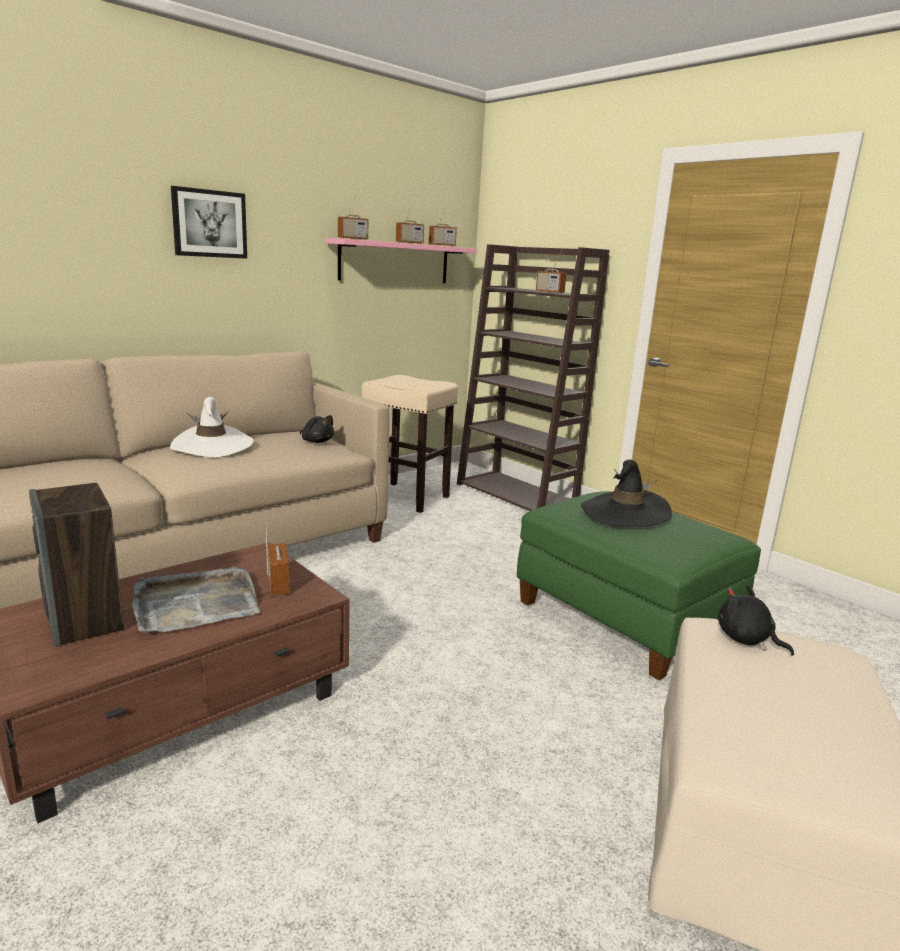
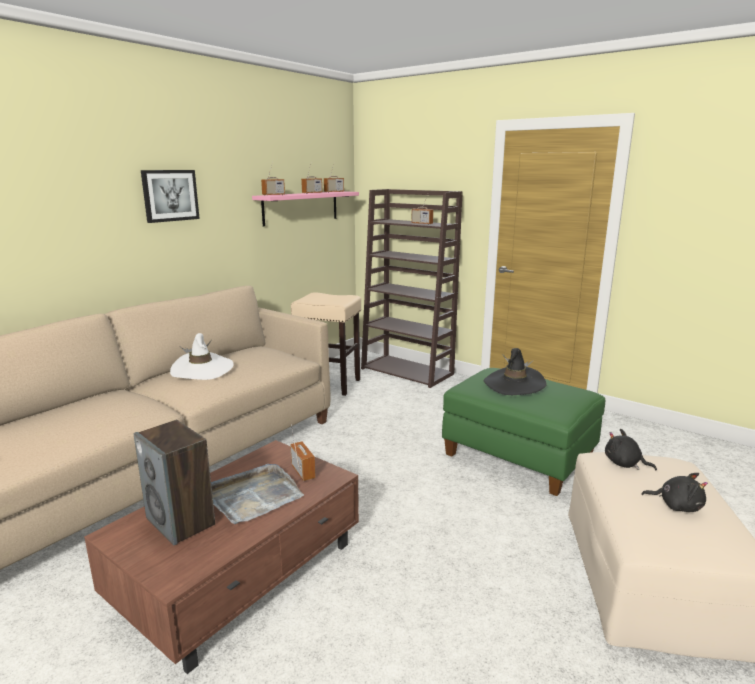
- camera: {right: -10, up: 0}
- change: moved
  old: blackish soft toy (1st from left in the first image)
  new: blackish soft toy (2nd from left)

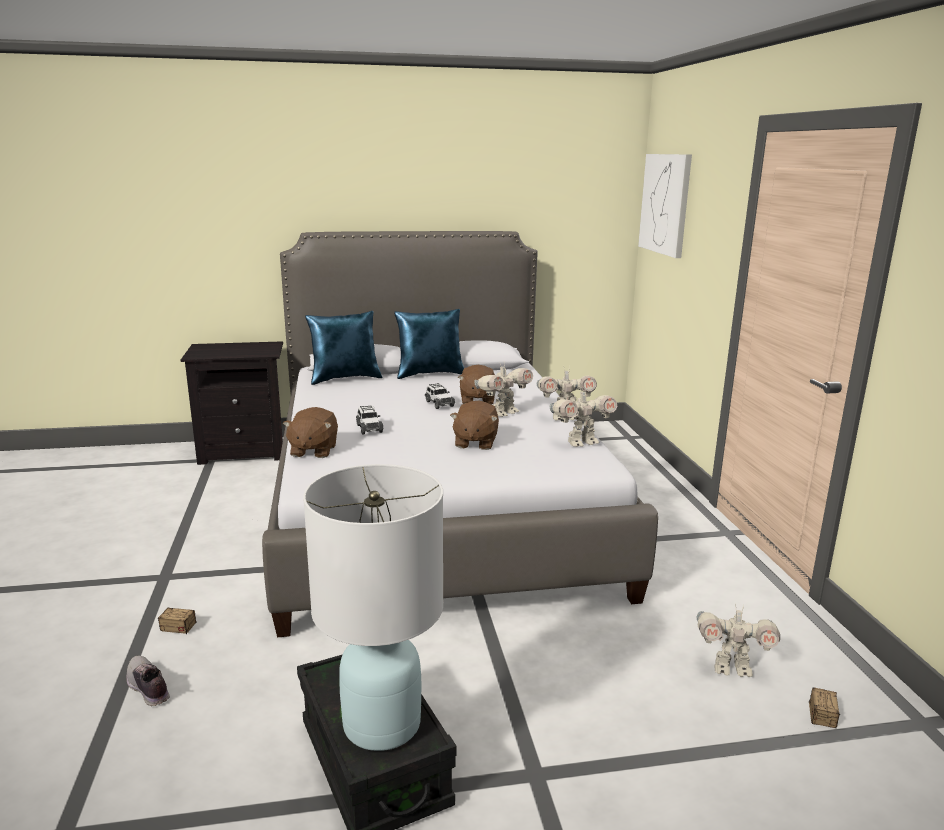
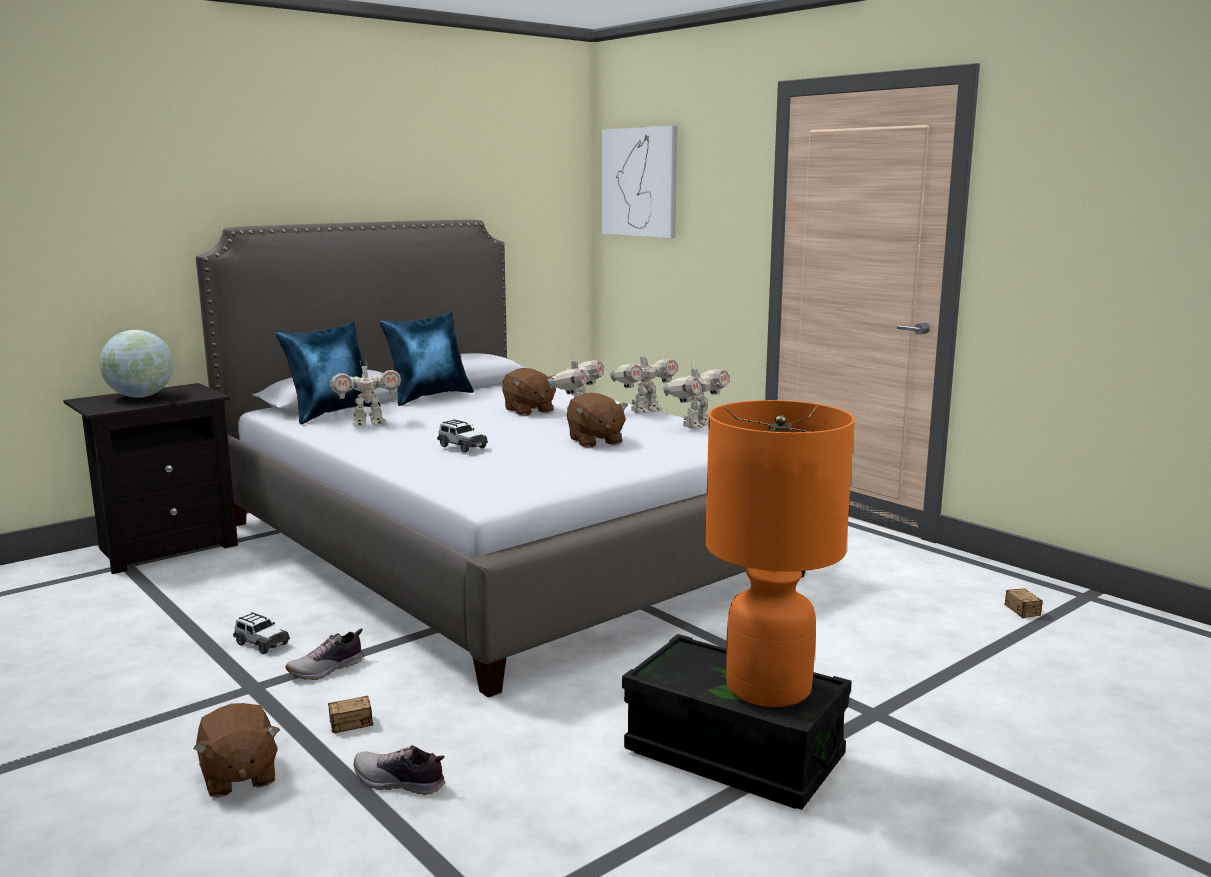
- camera: {right: -30, up: -5}
- change: added
  new: world globe
- change: added
  new: shoe (1st from left)
- change: moved
  old: brownish soft toy (1st from left)
- change: moved
  old: miniature car (2nd from left in the first image)
  new: miniature car (1st from left)
- change: moved
  old: model robot (4th from left in the first image)
  new: model robot (1st from left)
- change: recoloured
  old: whitish lamp for a table
  new: orangey lamp for a table

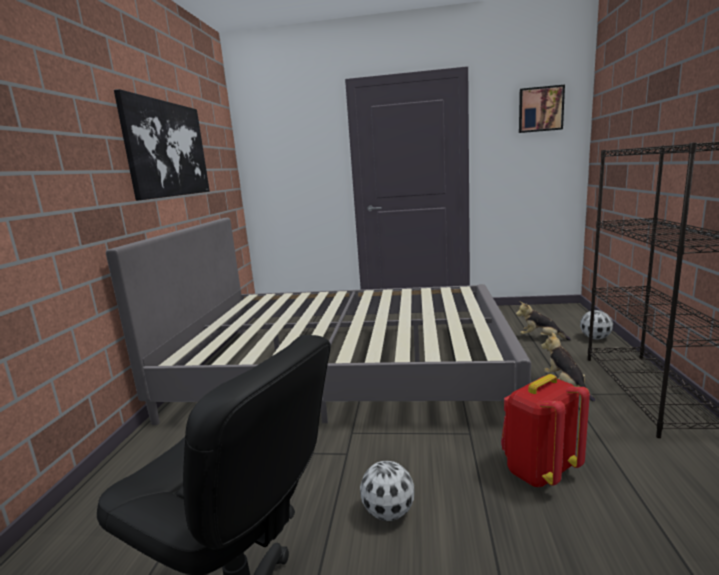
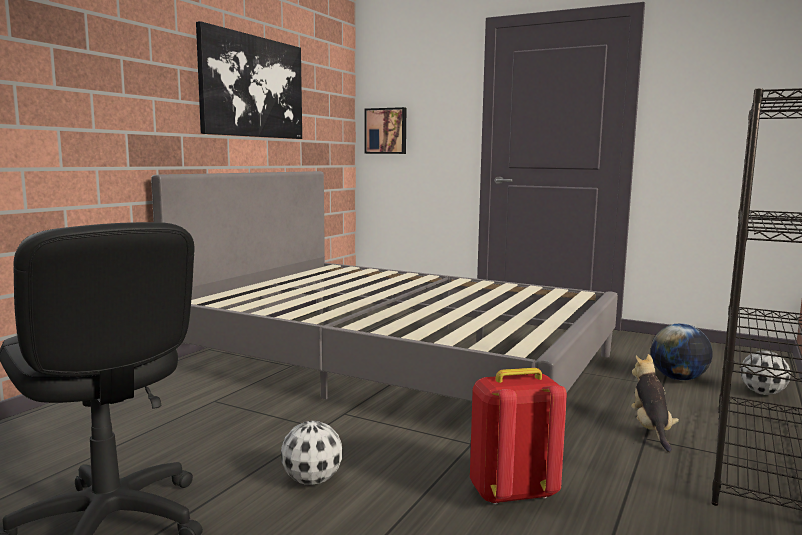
- camera: {right: 20, up: -5}
- change: moved
  old: wall art (2nd from left)
- change: replaced
  old: soft toy (1st from left)
  new: world globe

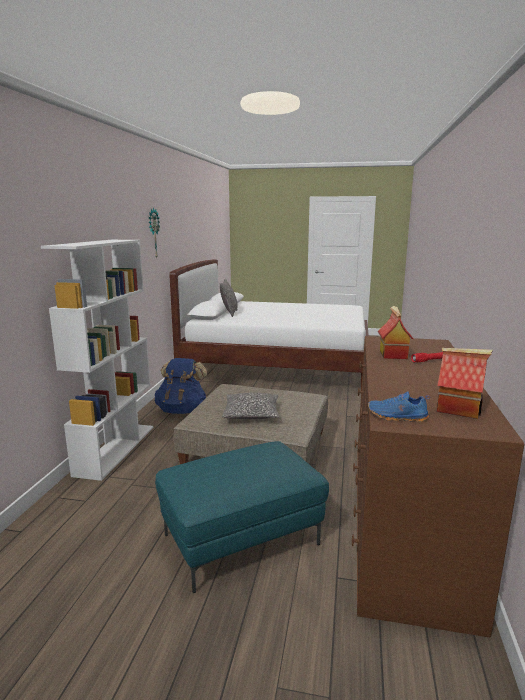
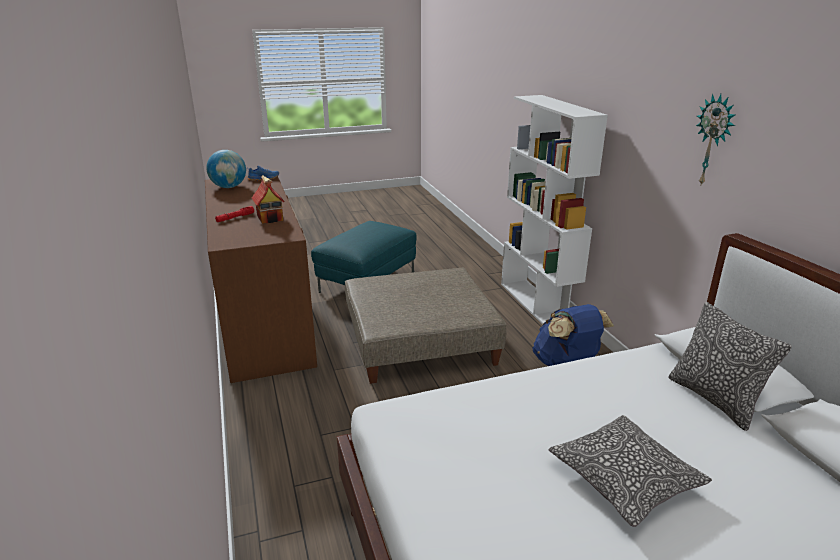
- camera: {right: 150, up: 10}
- change: moved
  old: throw pillow (2nd from left in the first image)
  new: throw pillow (1st from left)
- change: replaced
  old: toy house (2nd from left)
  new: world globe

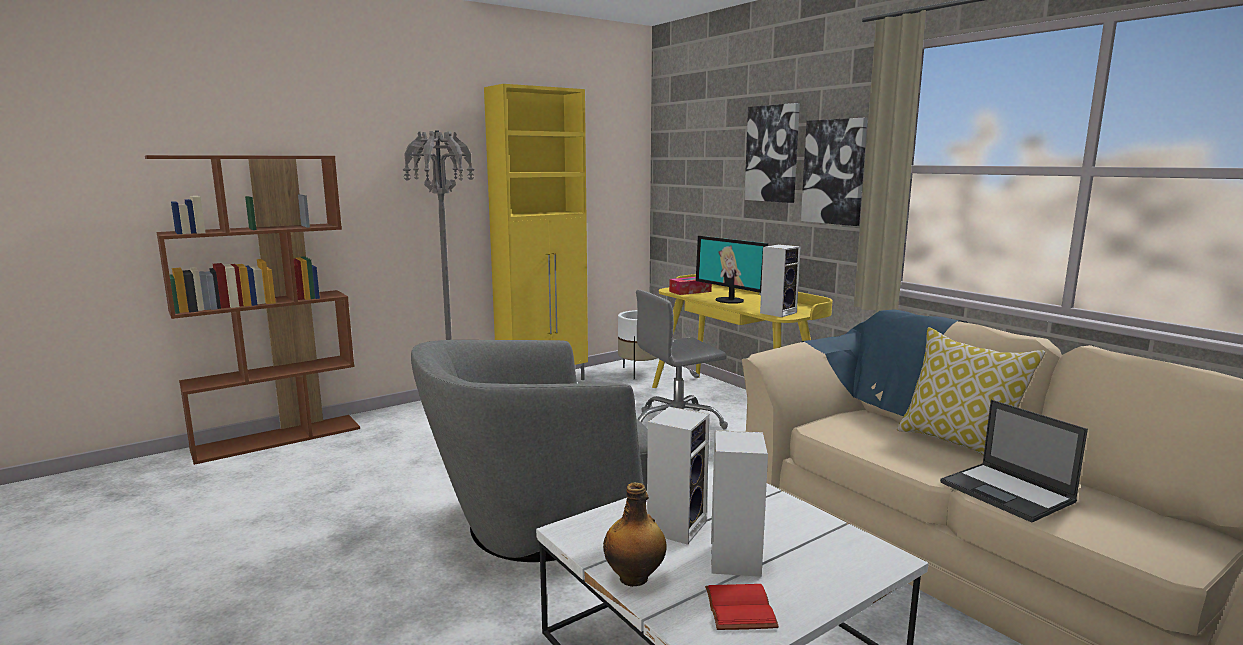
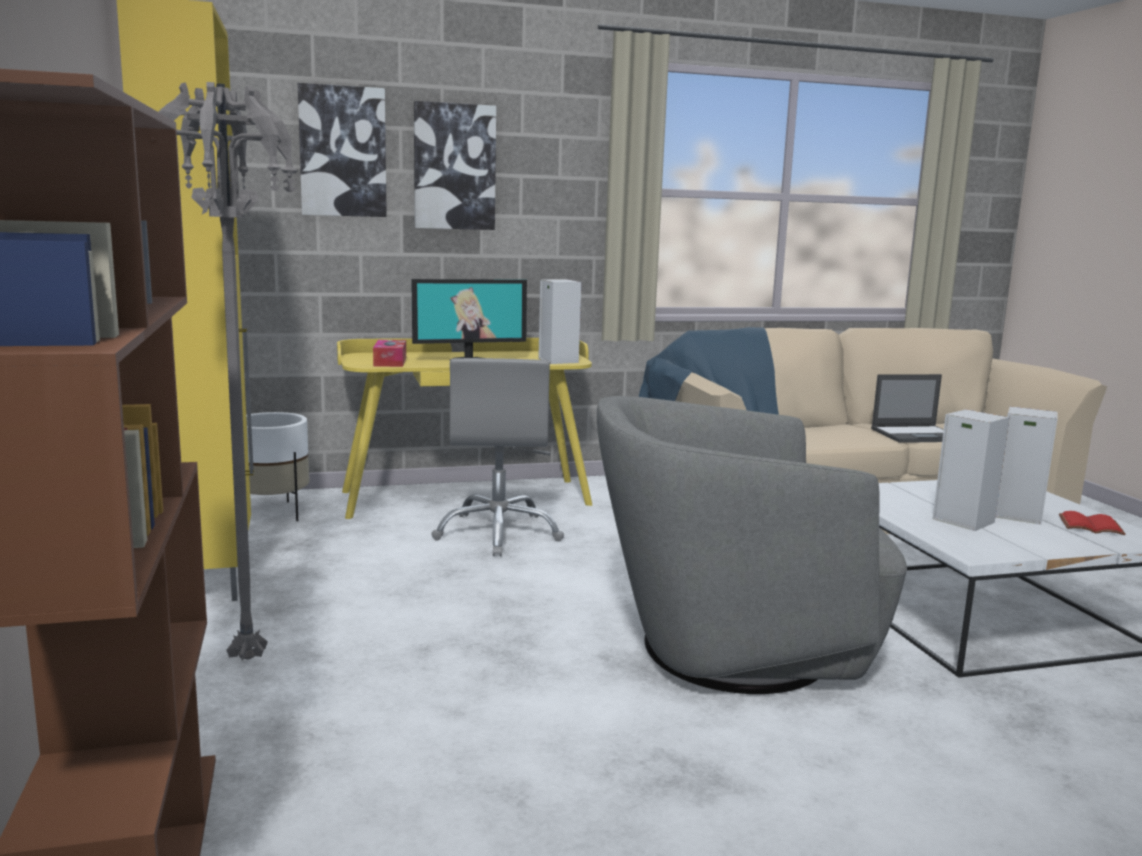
- camera: {right: -70, up: 0}
- change: removed
  old: bottle
- change: removed
  old: throw pillow
- change: moved
  old: wall art (2nd from left in the first image)
  new: wall art (1st from left)
- change: turned
  old: gray armchair
  degrees: 90

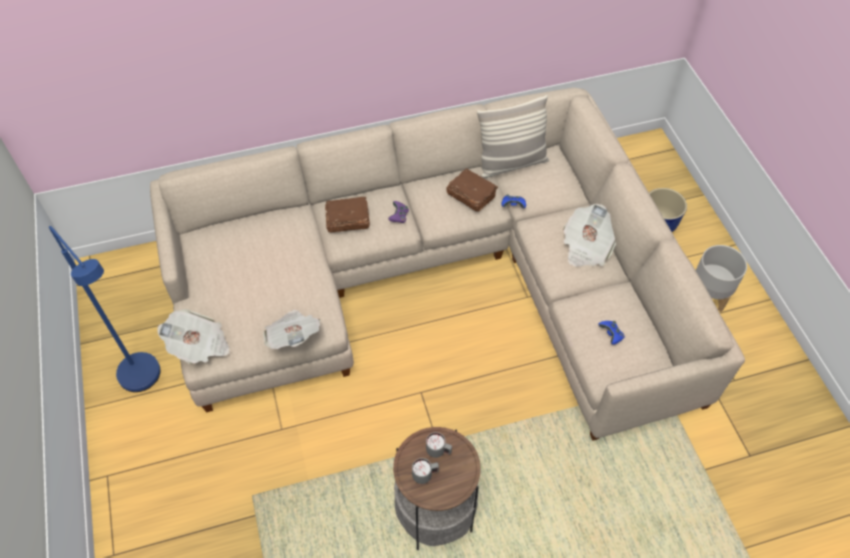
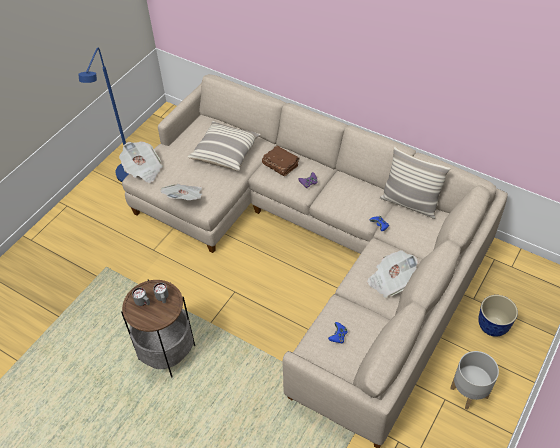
- camera: {right: 50, up: -5}
- change: removed
  old: brownish bound book (2nd from left)
- change: added
  new: throw pillow (1st from left)

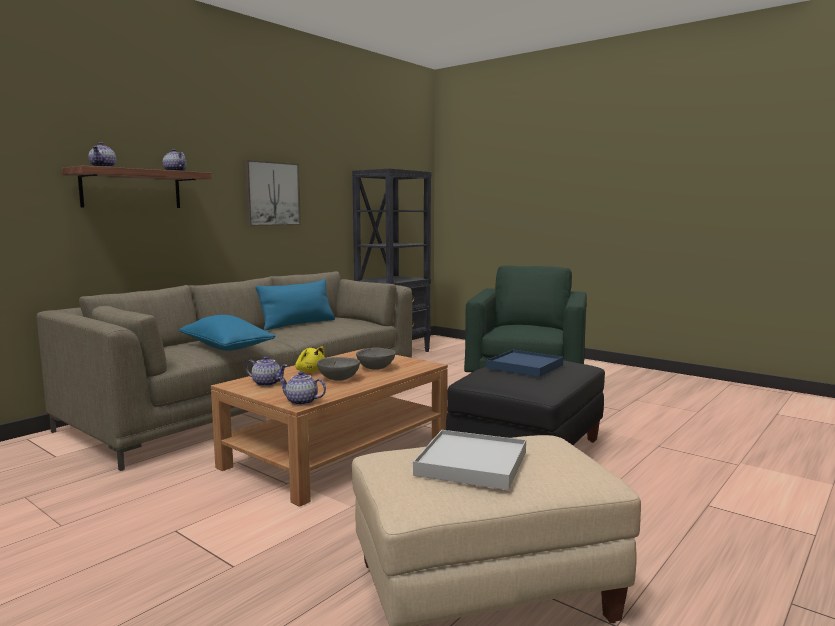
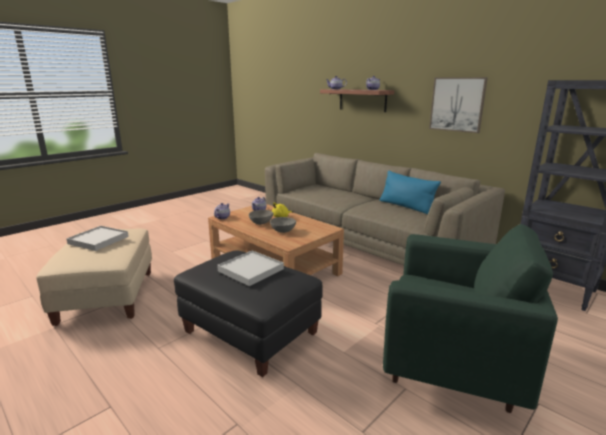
- camera: {right: 95, up: 10}
- change: removed
  old: blue-coloured throw pillow (1st from left)
- change: recoloured
  old: blue-coloured tray
  new: whitish tray (2nd from left)

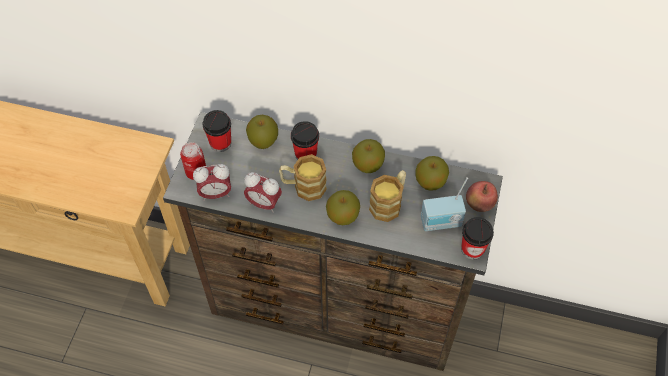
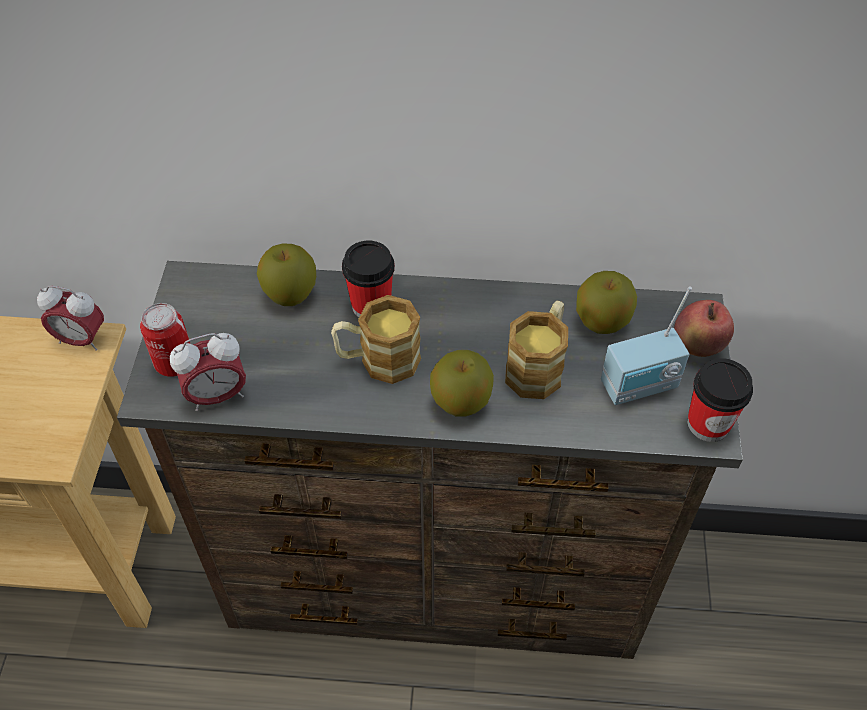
- camera: {right: -10, up: -5}
- change: removed
  old: drinking cup (1st from left)
- change: removed
  old: apple fruit (3rd from left)
- change: moved
  old: table clock (2nd from left in the first image)
  new: table clock (1st from left)

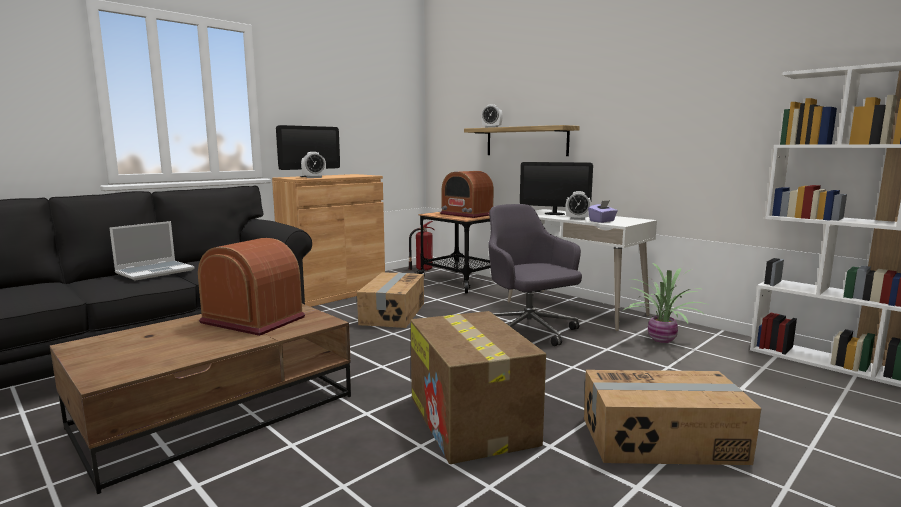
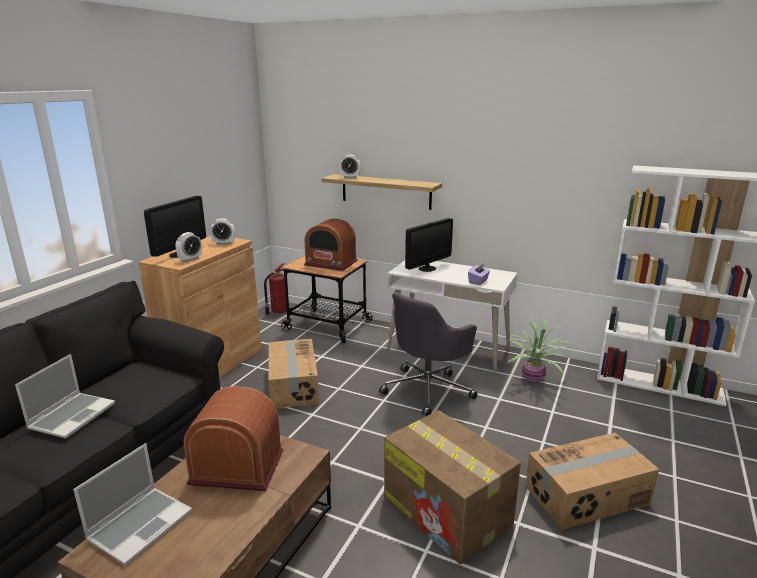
- camera: {right: -20, up: 10}
- change: added
  new: notebook computer (2nd from left)
- change: moved
  old: table clock (3rd from left in the first image)
  new: table clock (2nd from left)
- change: turned
  old: gray computer chair
  degrees: -90
- change: turned
  old: computer display (2nd from left)
  degrees: -45

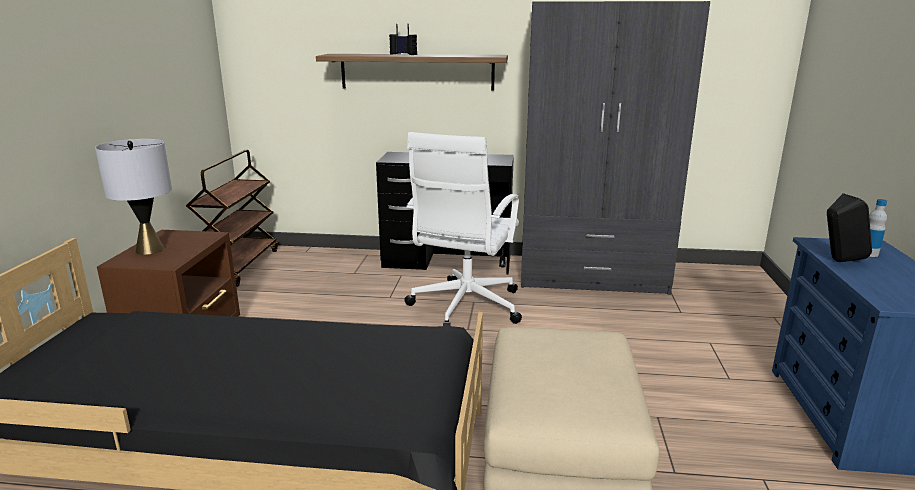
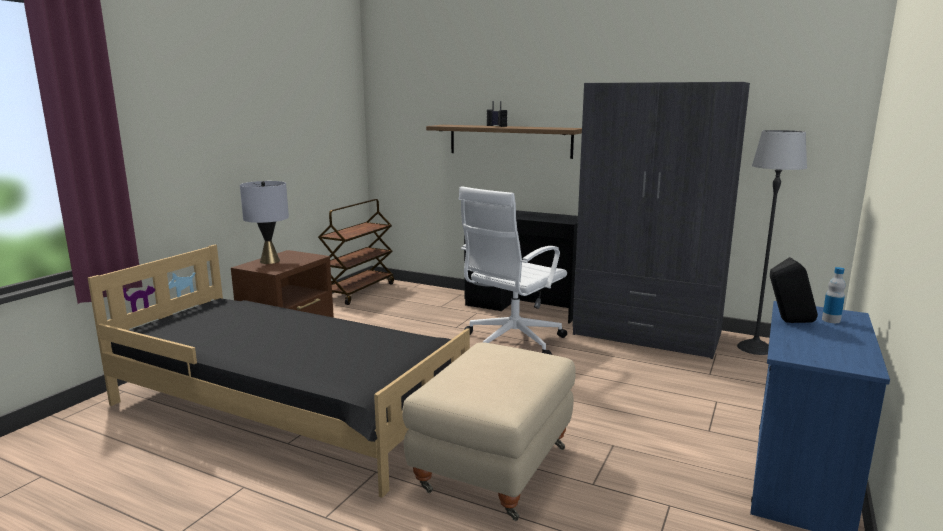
- camera: {right: 20, up: -5}
- change: added
  new: floor lamp

